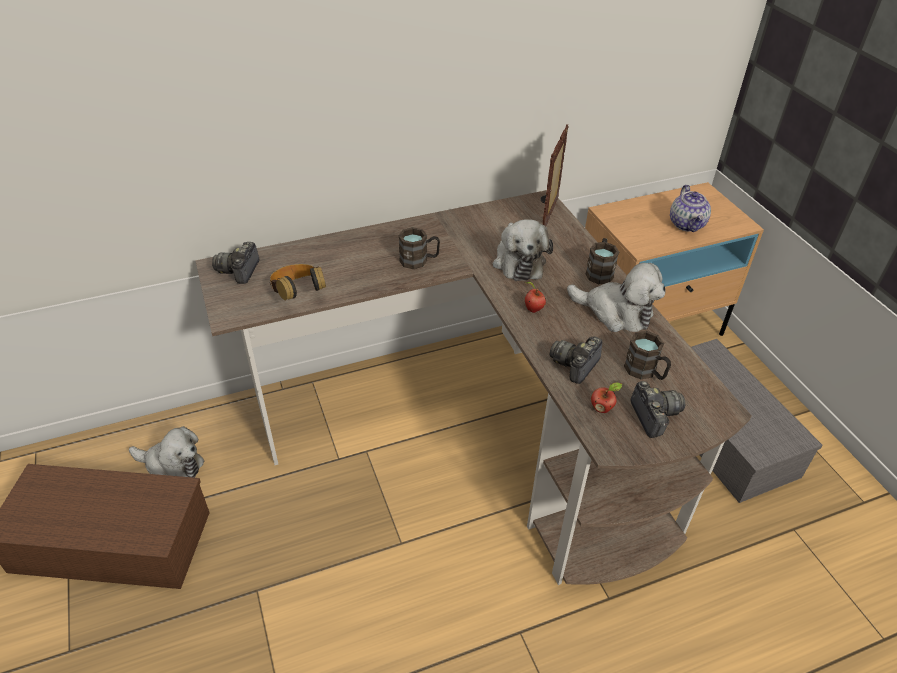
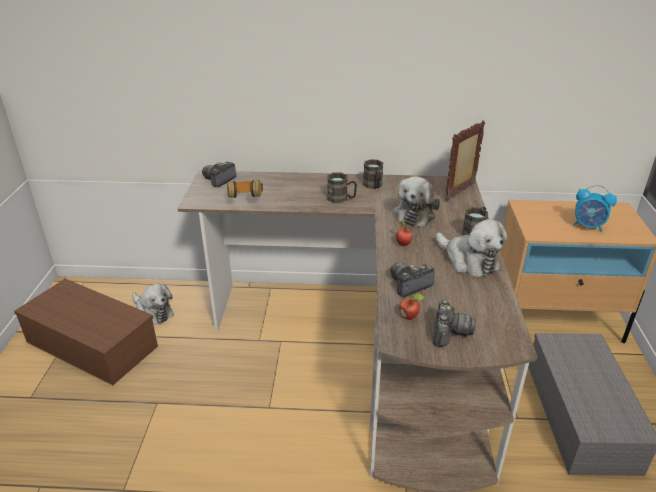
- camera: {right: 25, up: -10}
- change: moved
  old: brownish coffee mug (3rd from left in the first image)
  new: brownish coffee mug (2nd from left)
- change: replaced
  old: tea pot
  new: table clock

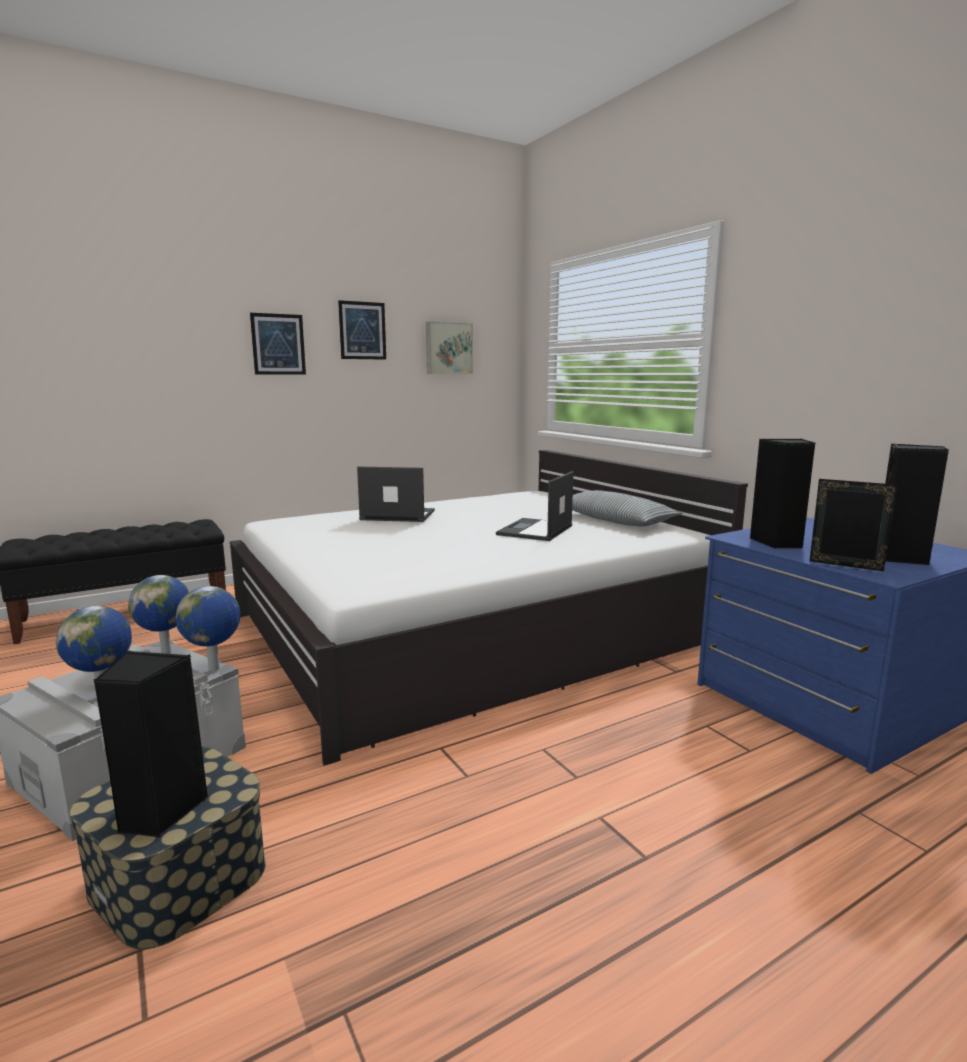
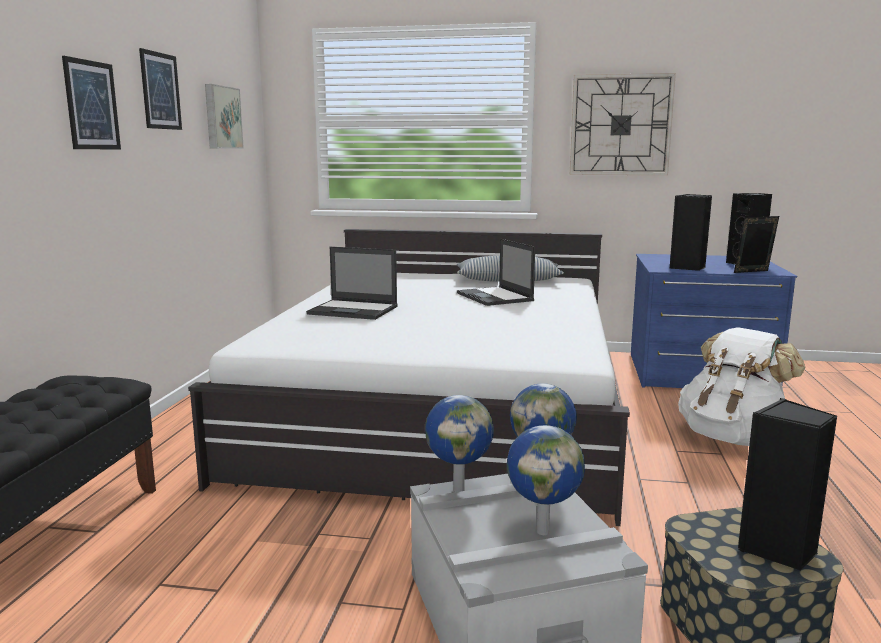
- camera: {right: -50, up: 0}
- change: added
  new: clock on the wall
- change: added
  new: whitish knapsack
- change: turned
  old: notebook computer (1st from left)
  degrees: -120

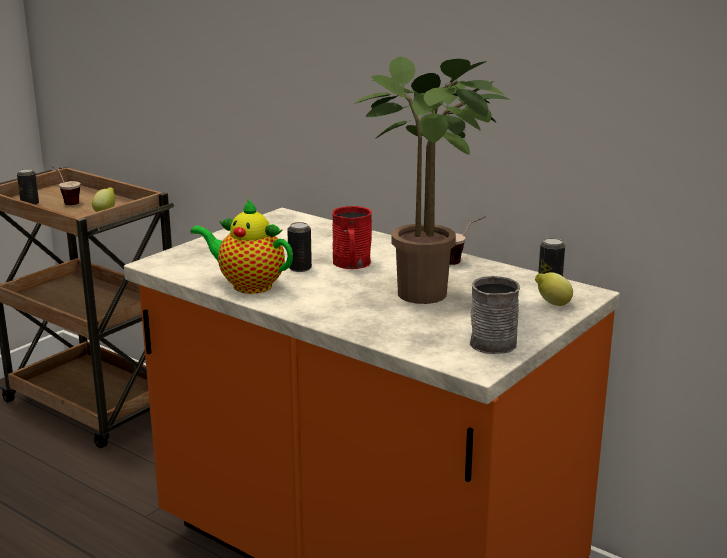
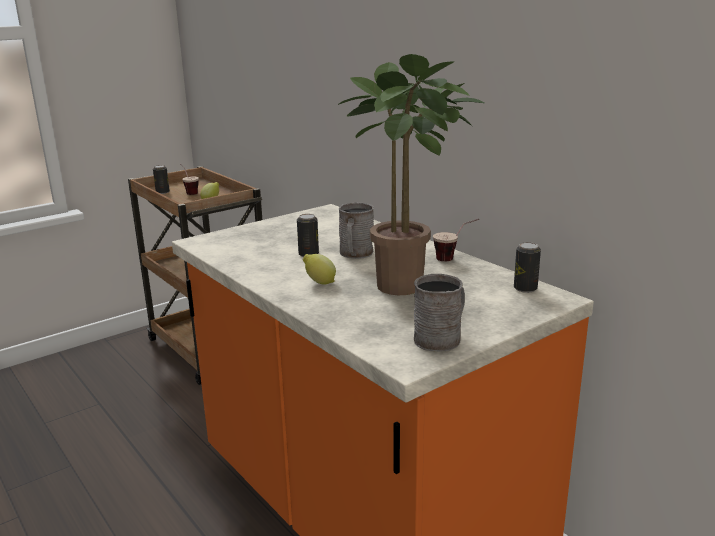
- camera: {right: 15, up: 0}
- change: removed
  old: tea pot
- change: moved
  old: citrus fruit (2nd from left)
- change: recoloured
  old: red-coloured coffee mug
  new: gray coffee mug (1st from left)

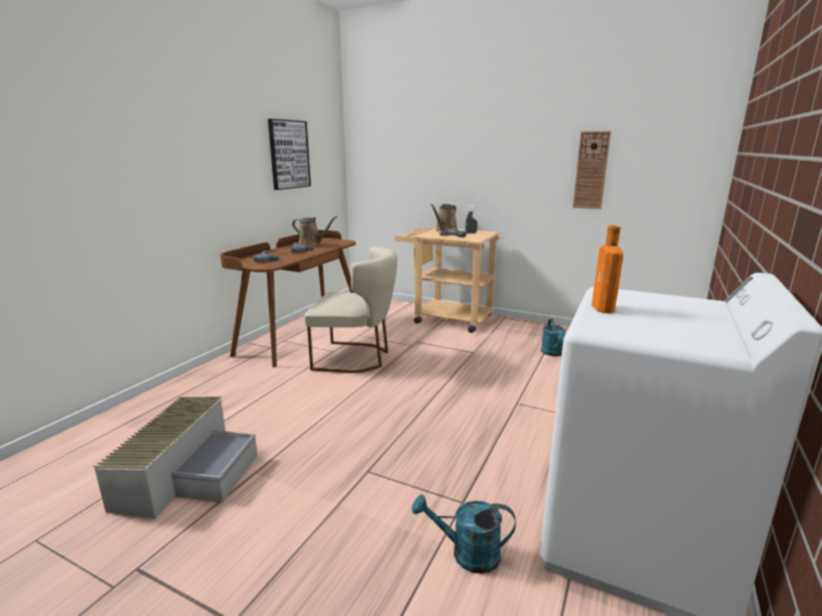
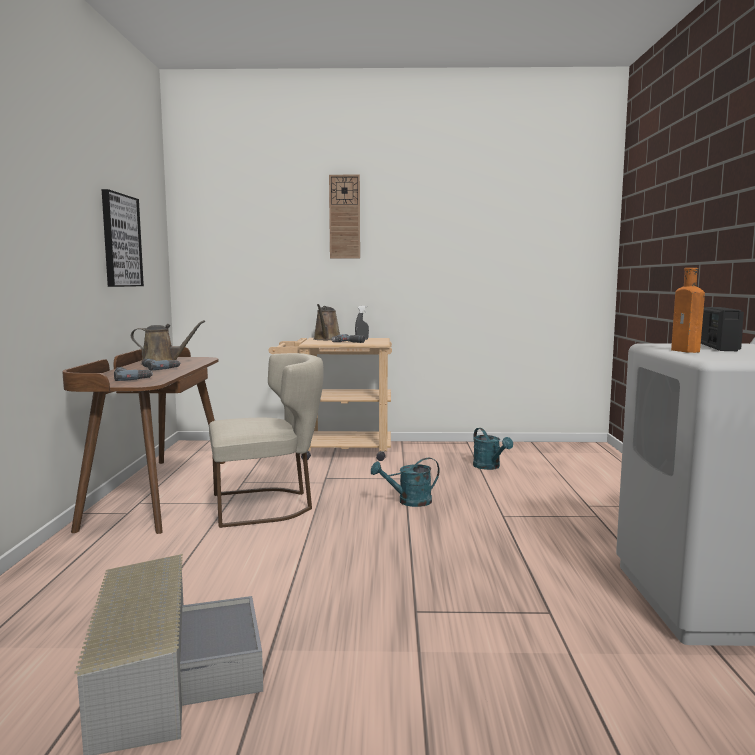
- camera: {right: -25, up: -10}
- change: added
  new: radio
- change: moved
  old: turquoise-coloured sprinkling can (1st from left)
- change: moved
  old: clock on the wall

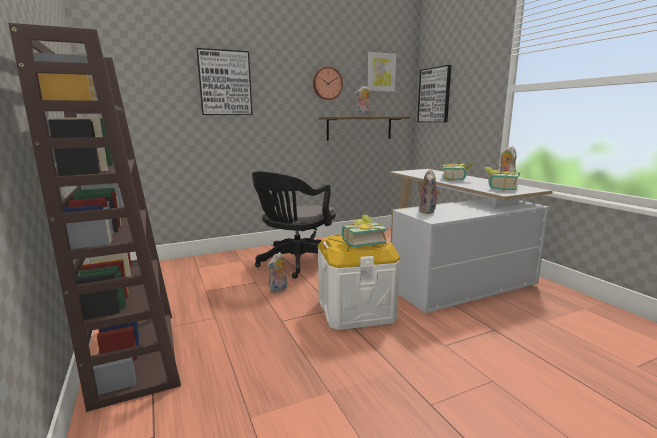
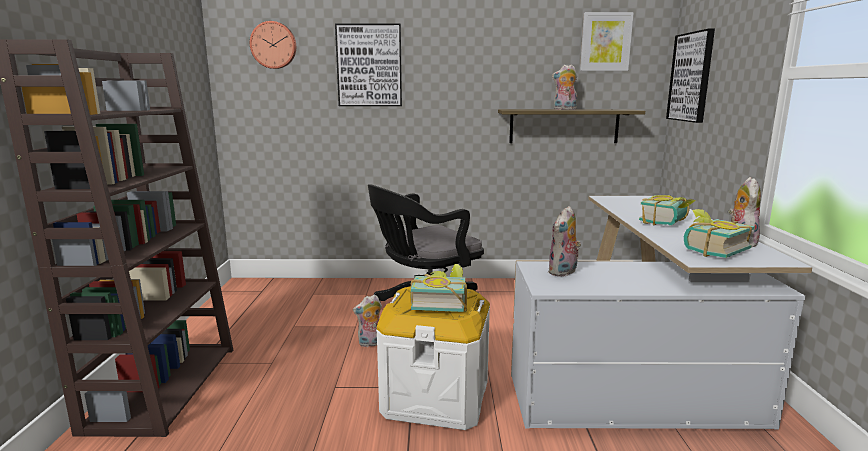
- camera: {right: 25, up: 0}
- change: moved
  old: clock on the wall

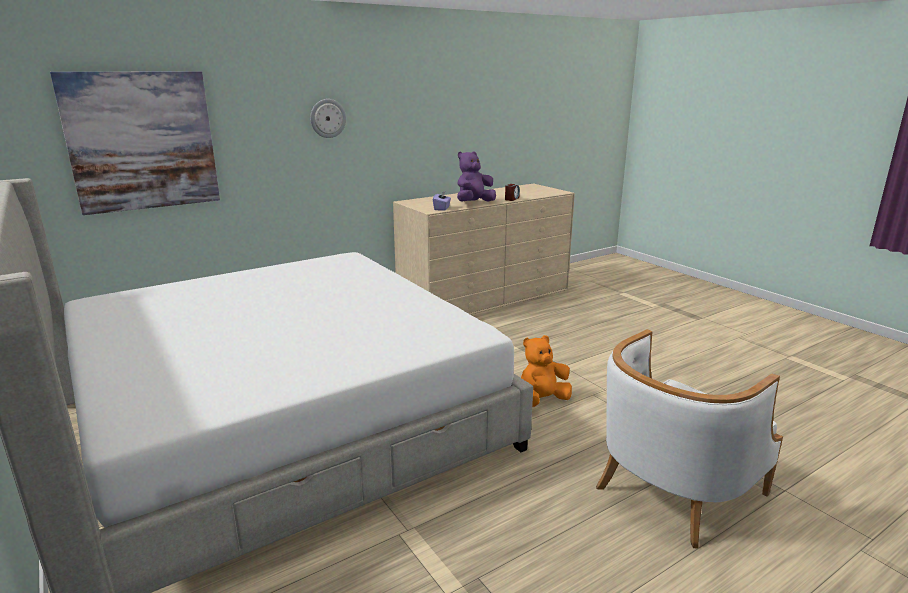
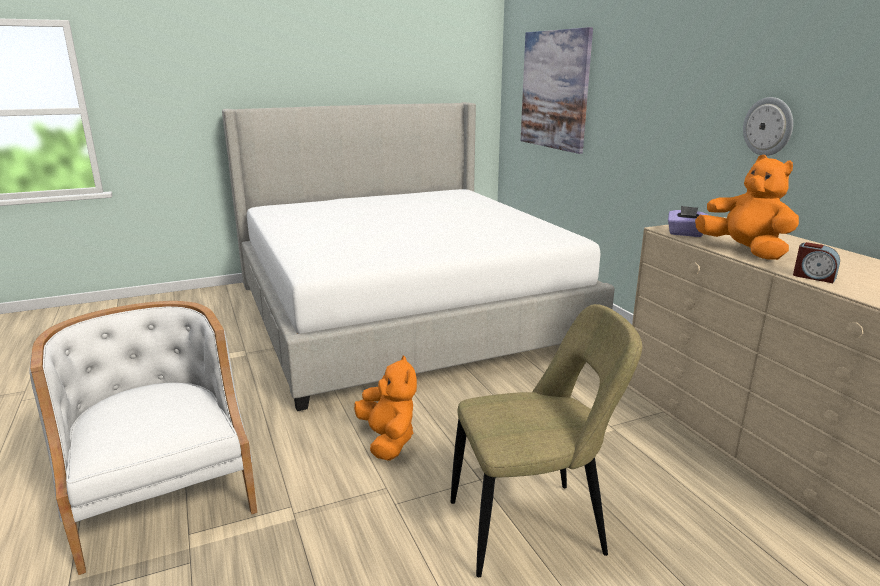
- camera: {right: 100, up: 0}
- change: added
  new: beige-coloured upright chair
- change: moved
  old: clock on the wall
- change: recoloured
  old: purple-coloured soft toy
  new: orangey soft toy (2nd from left)

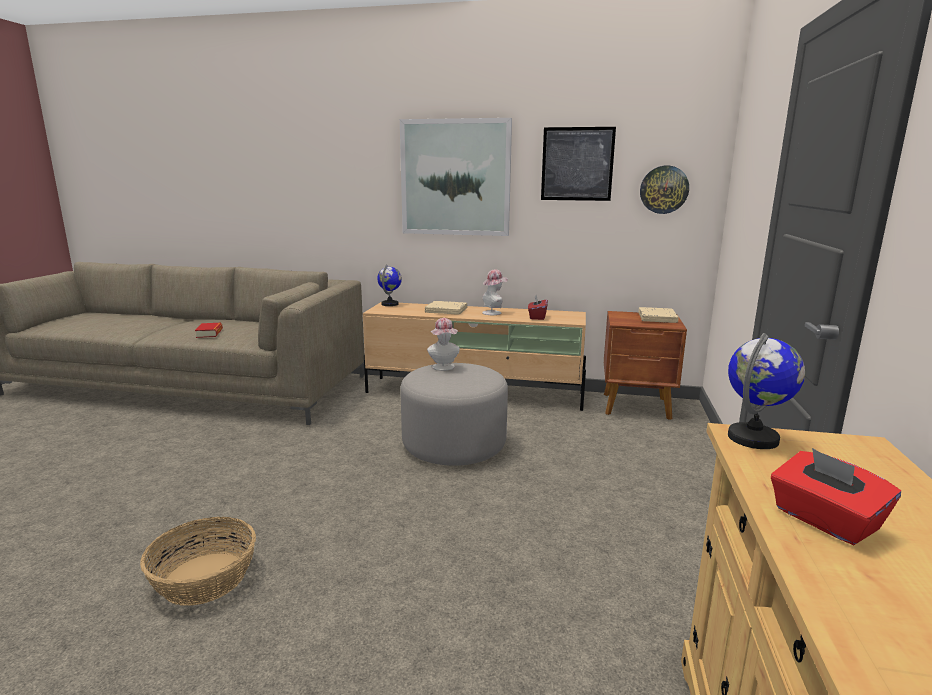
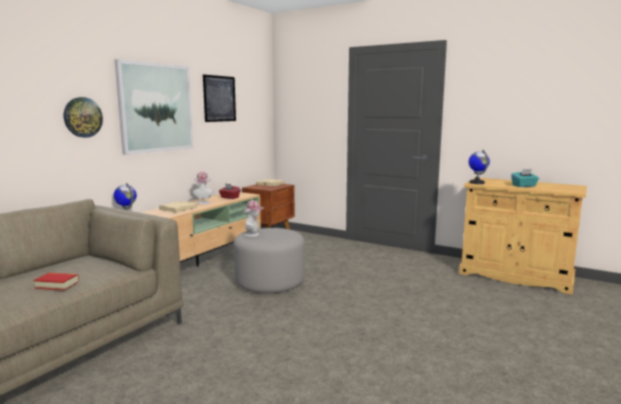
- camera: {right: -70, up: -5}
- change: removed
  old: basket
- change: moved
  old: clock on the wall
- change: recoloured
  old: red-coloured tissue box (2nd from left)
  new: turquoise-coloured tissue box

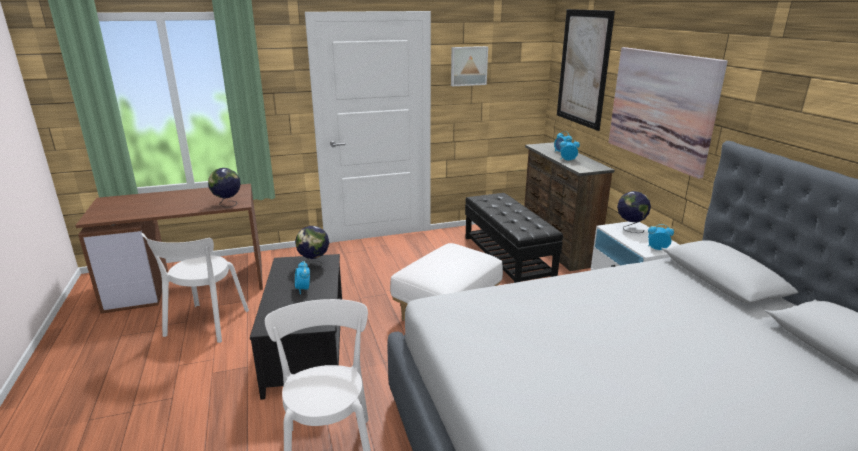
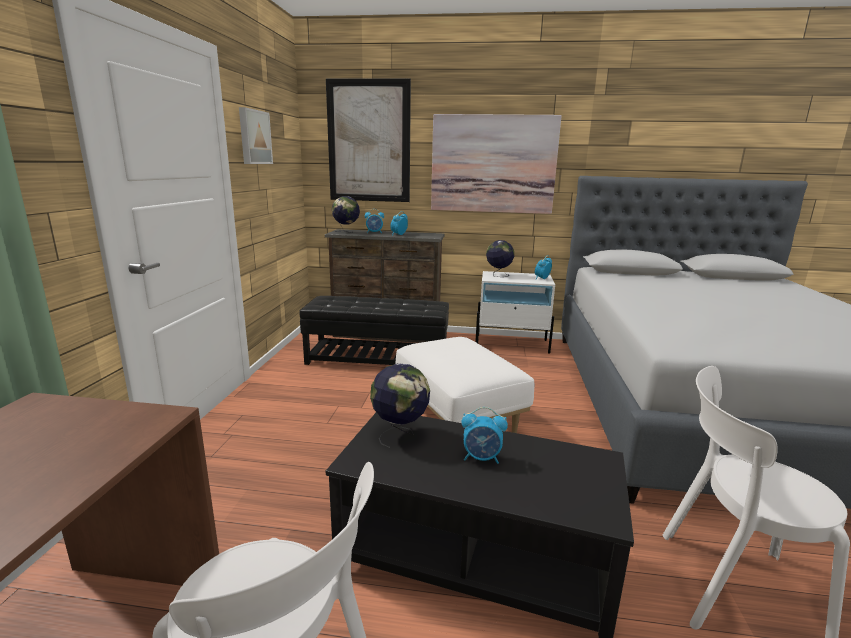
- camera: {right: -65, up: -5}
- change: moved
  old: world globe (1st from left)

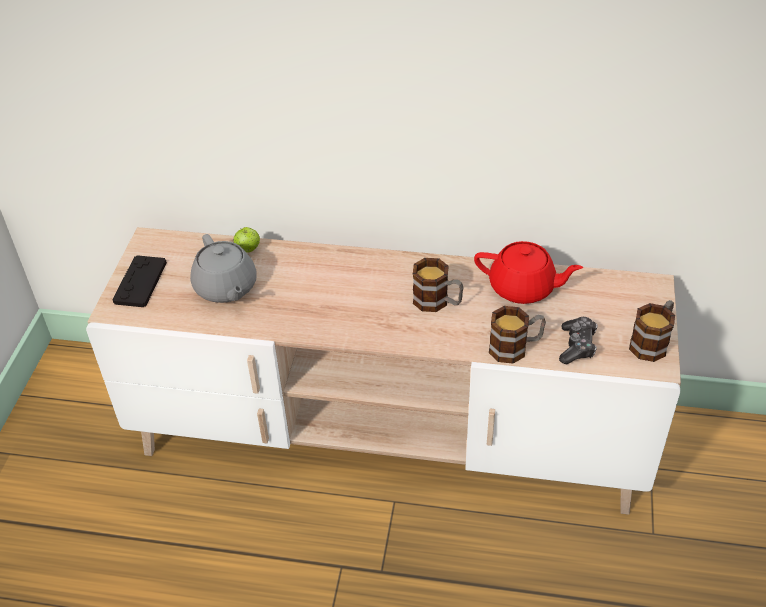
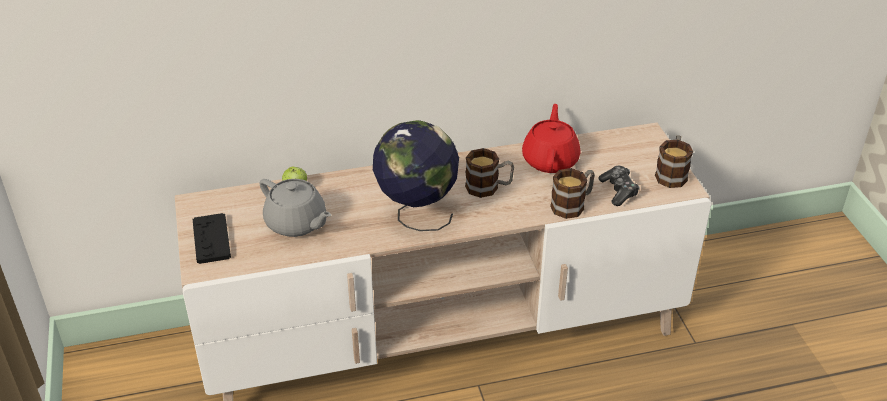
- camera: {right: -25, up: -5}
- change: added
  new: world globe
- change: turned
  old: red-coloured tea pot
  degrees: -75

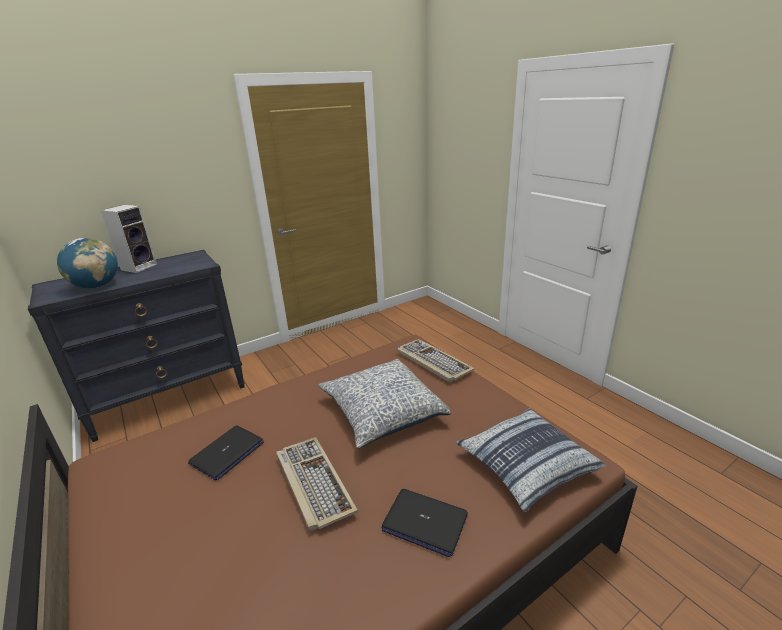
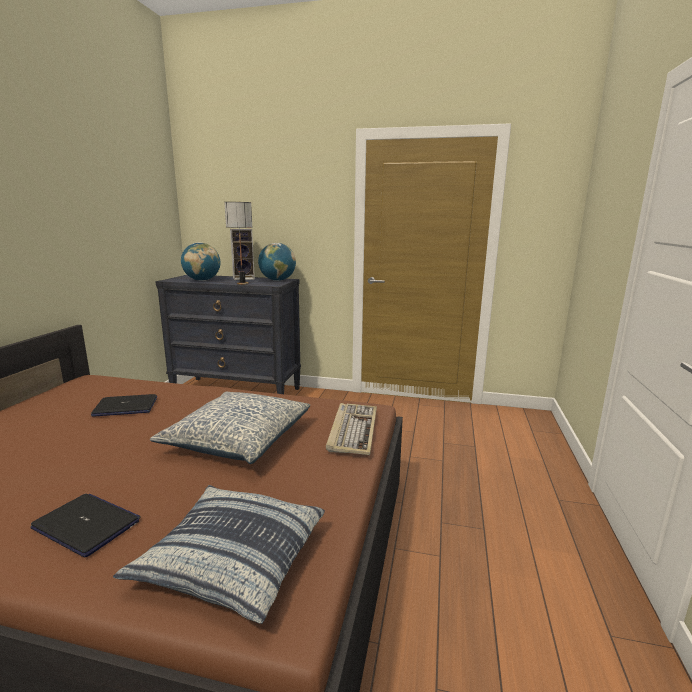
- camera: {right: 45, up: -10}
- change: removed
  old: keyboard (1st from left)
- change: added
  new: lamp for a table
- change: added
  new: world globe (2nd from left)
- change: turned
  old: notebook computer (2nd from left in the first image)
  degrees: 135

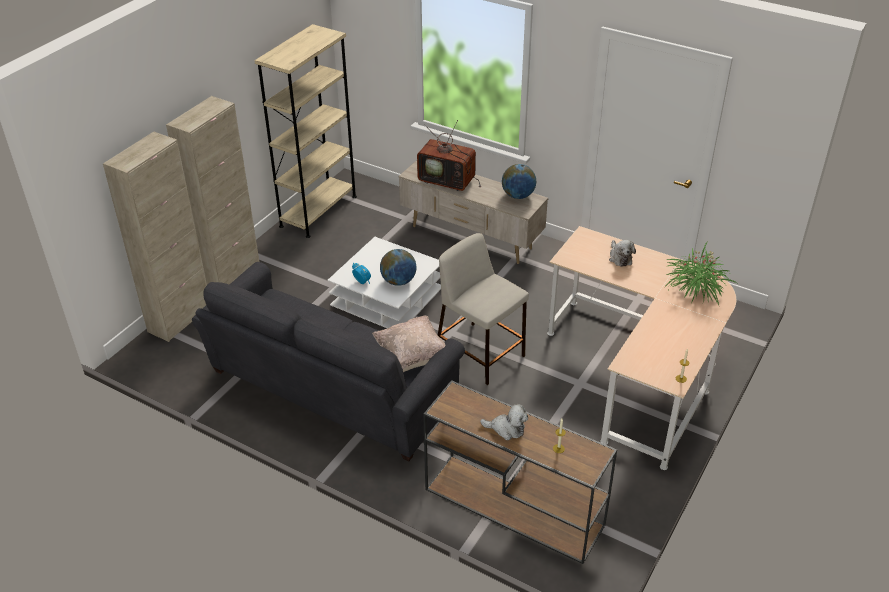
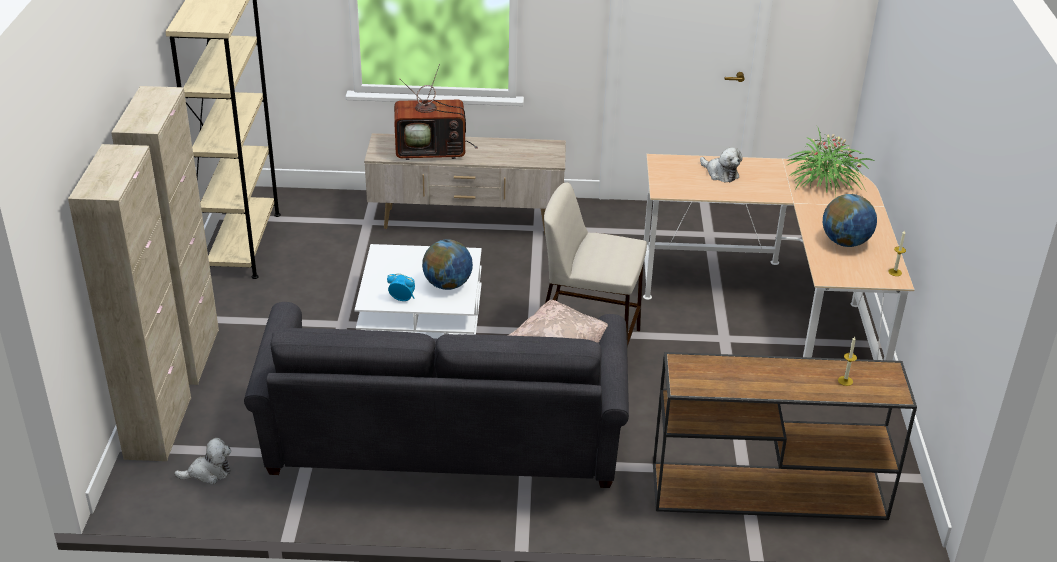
- camera: {right: -30, up: -5}
- change: moved
  old: soft toy (1st from left)
- change: moved
  old: world globe (2nd from left)

